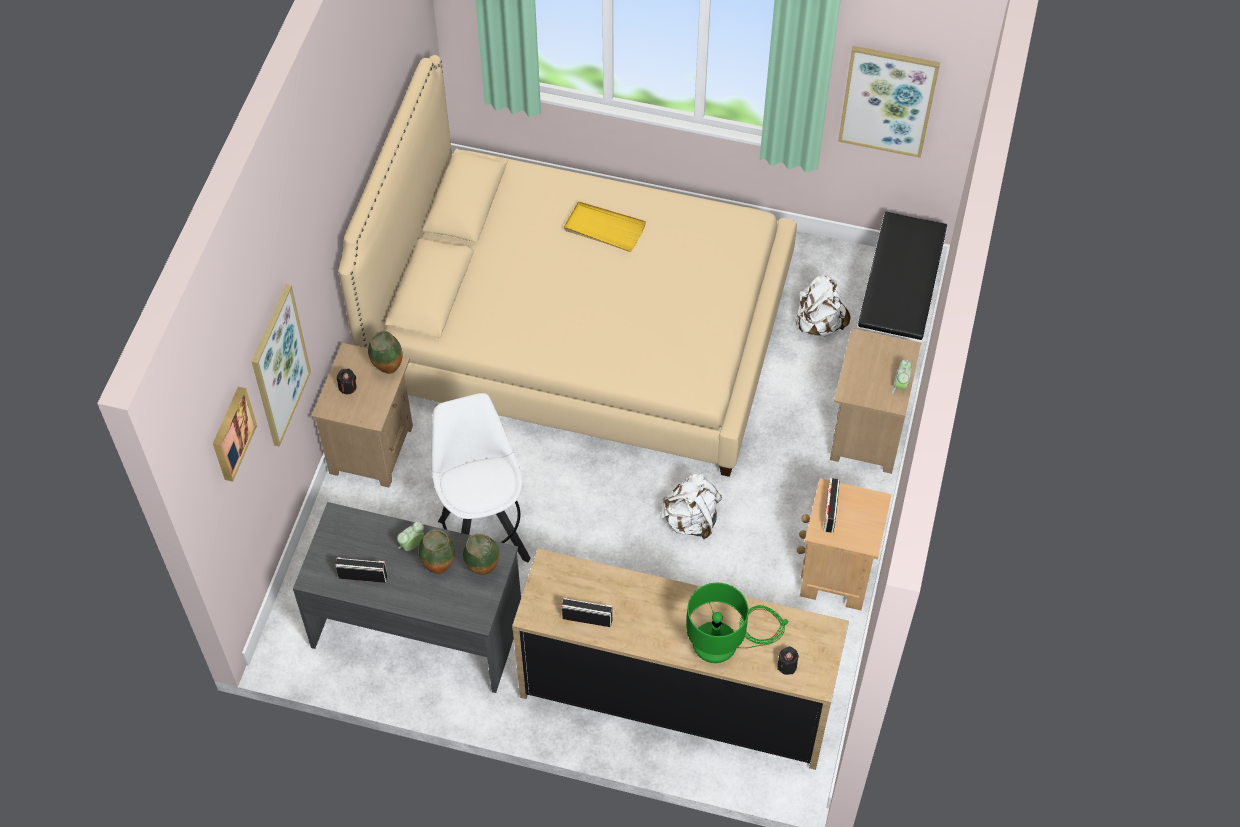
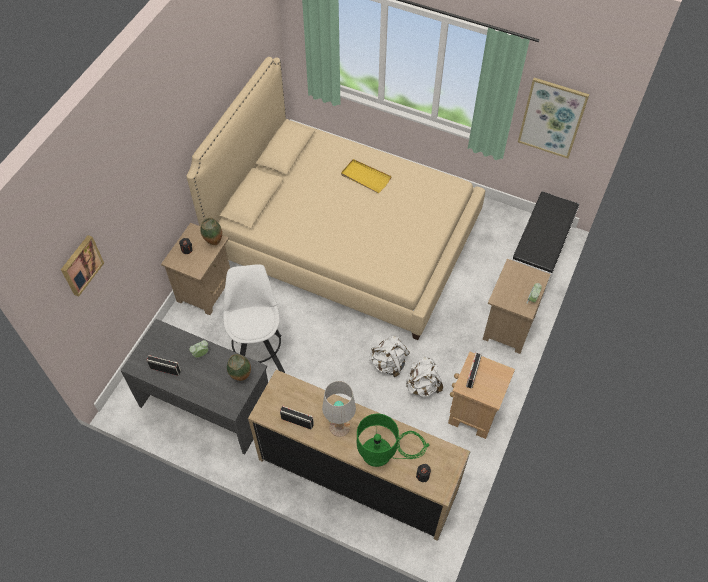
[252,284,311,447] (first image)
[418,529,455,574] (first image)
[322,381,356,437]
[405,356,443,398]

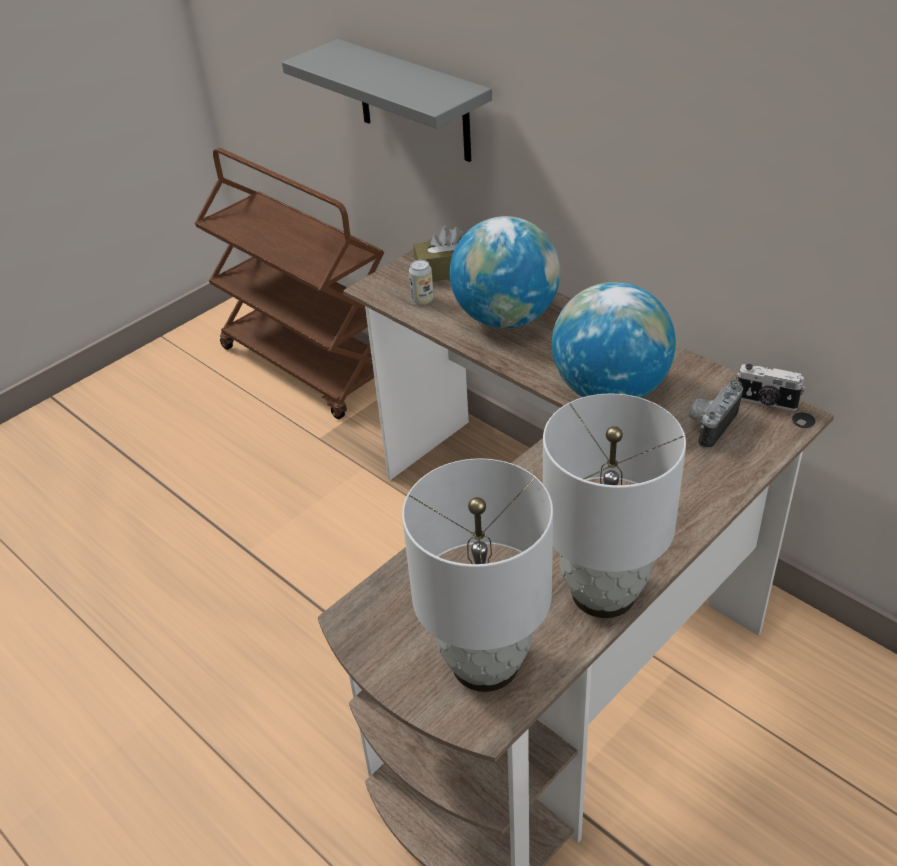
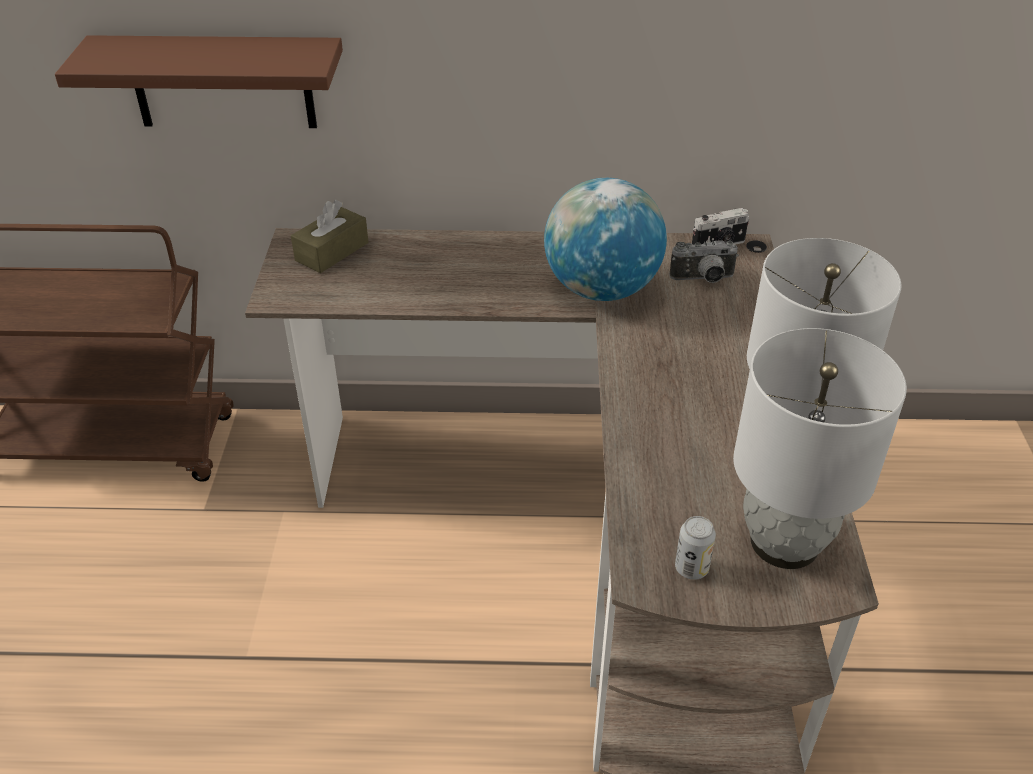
[450,216,561,328] (first image)
[675,516,716,580]
[55,35,343,128]
[669,240,739,283]

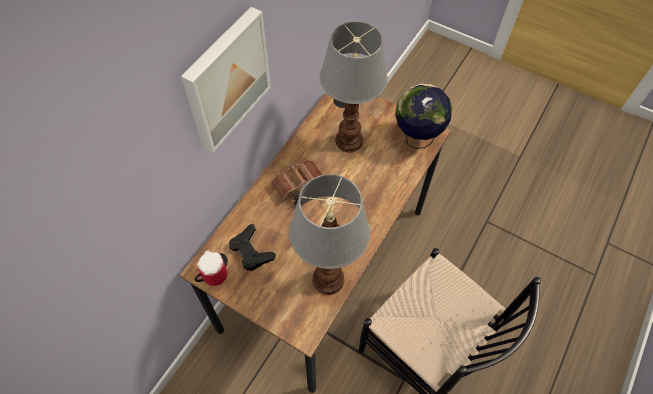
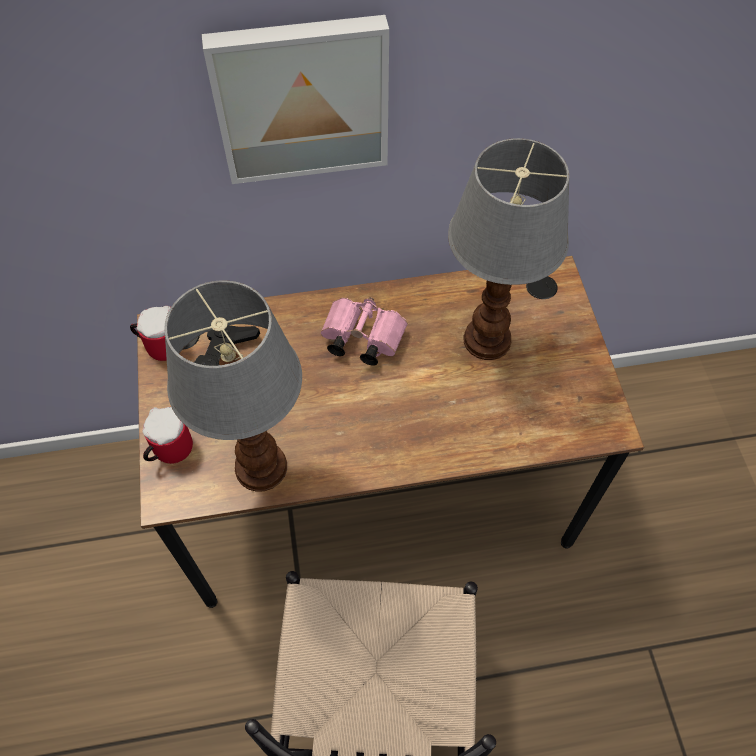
[396,84,452,149] (first image)
[142,407,193,464]
[321,297,408,366]

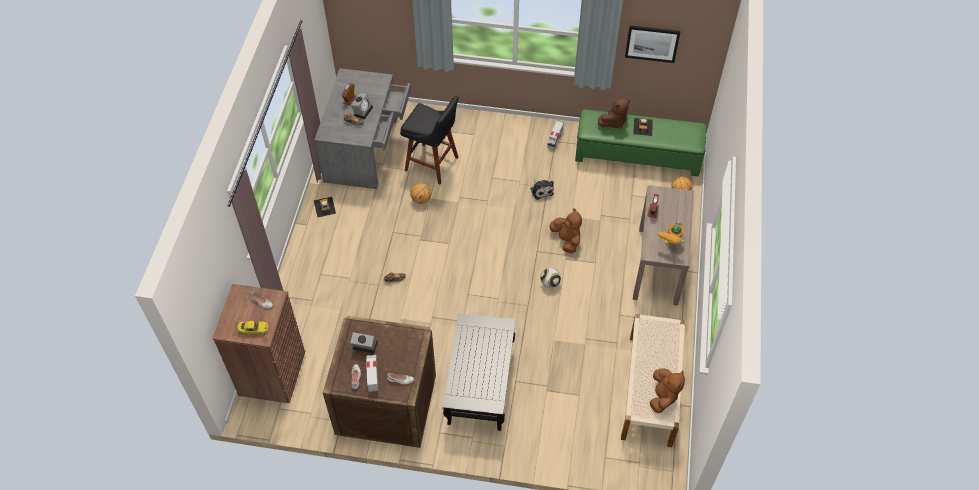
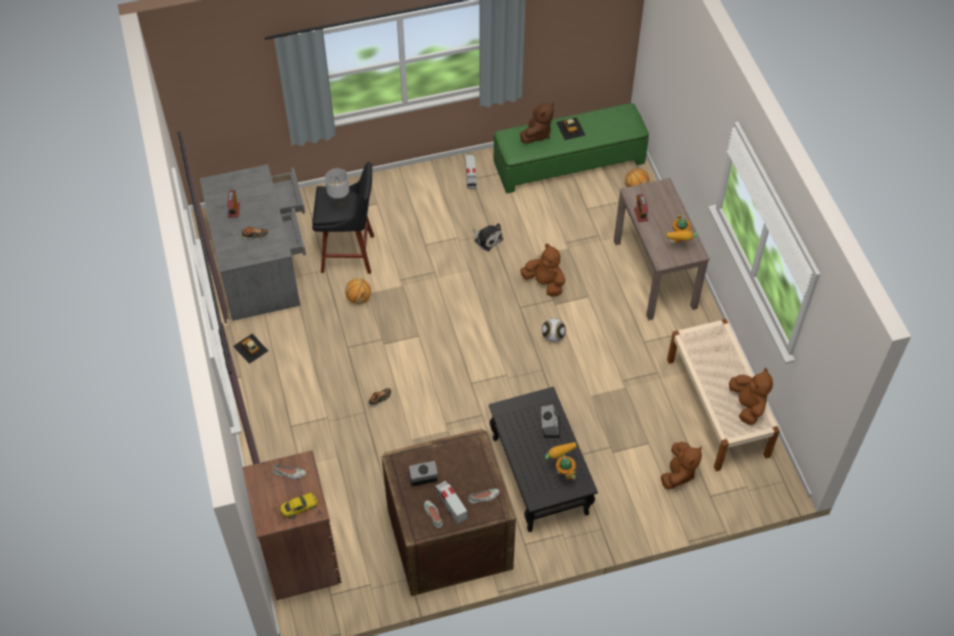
[625,25,681,63] (first image)
[325,169,349,208]
[545,442,577,480]
[661,442,702,490]
[541,405,560,438]

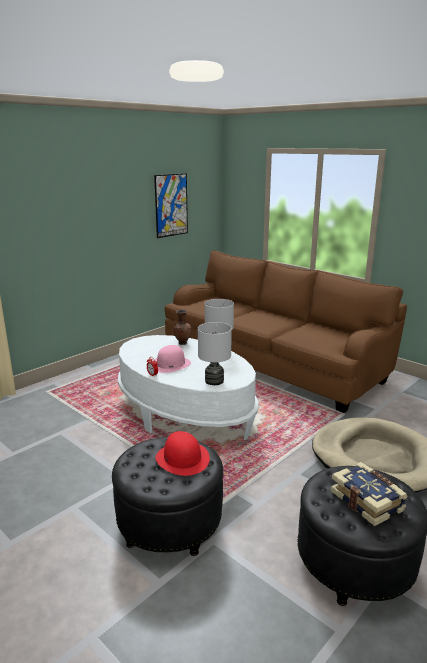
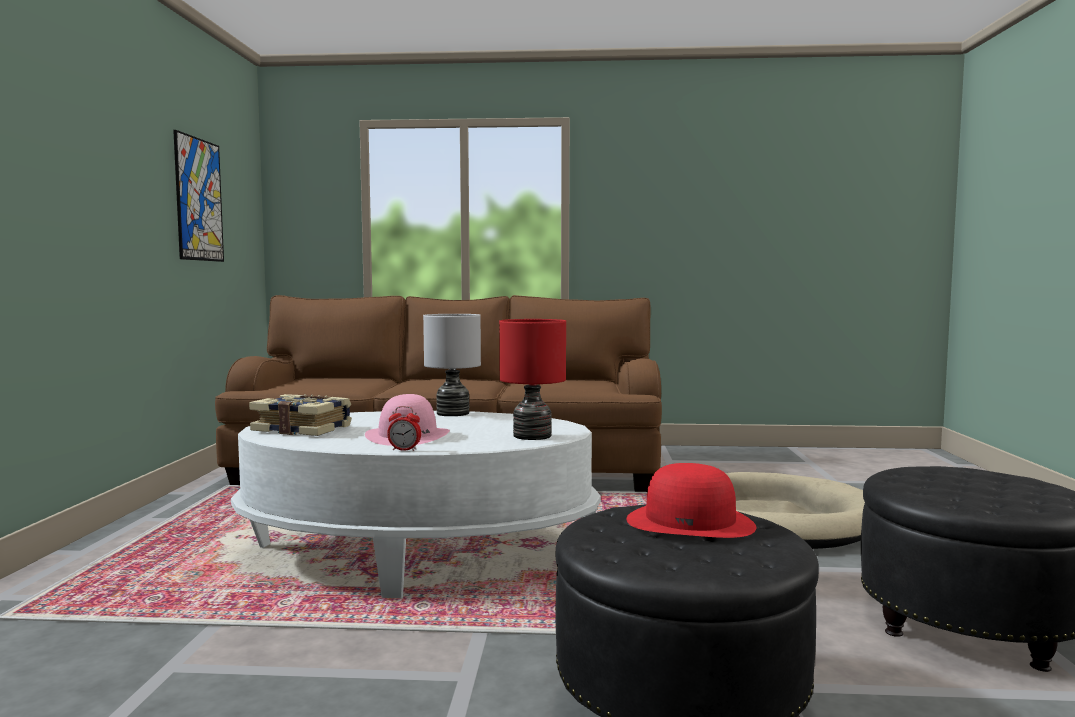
[174,310,191,345] (first image)
[249,394,352,436]
[499,319,566,440]

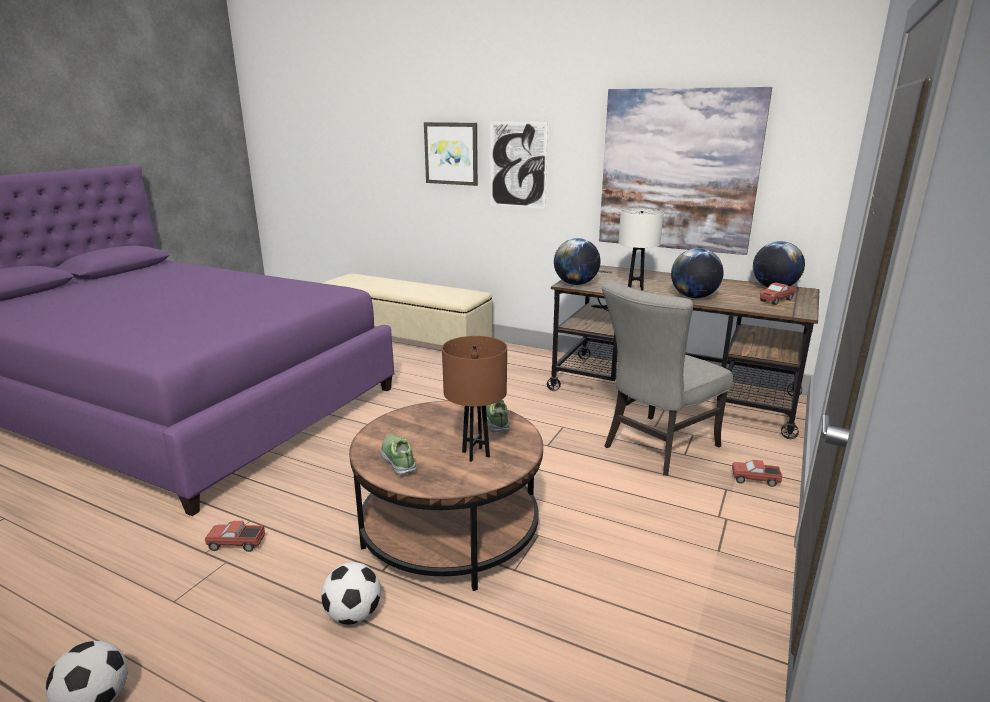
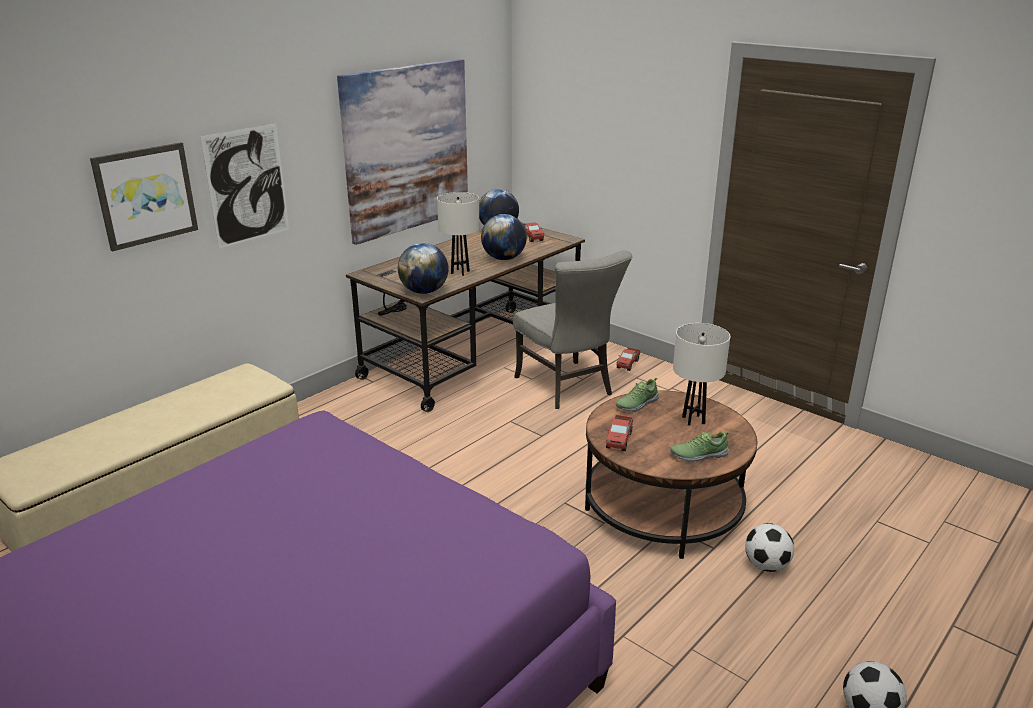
[606,415,633,451]
[673,323,730,426]
[616,378,659,412]

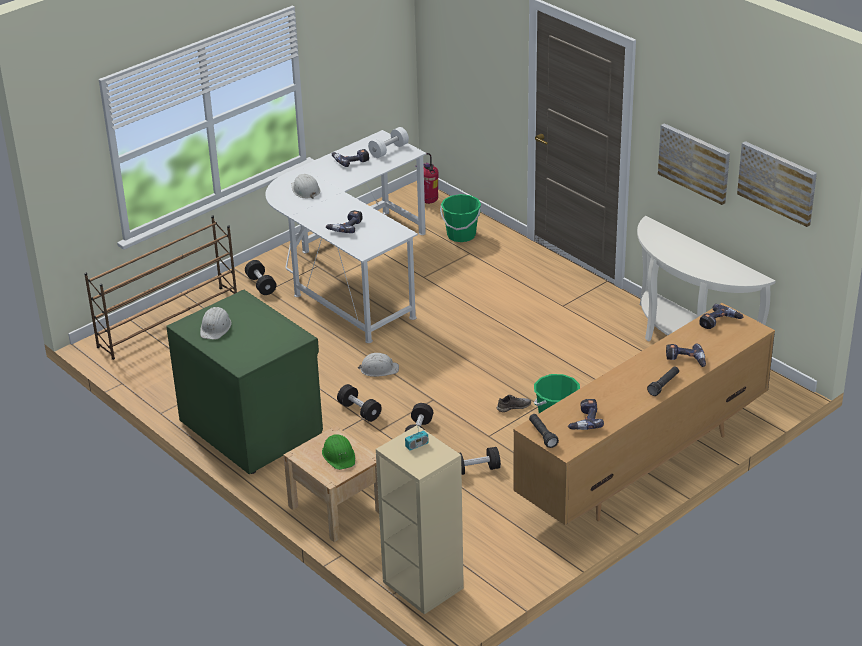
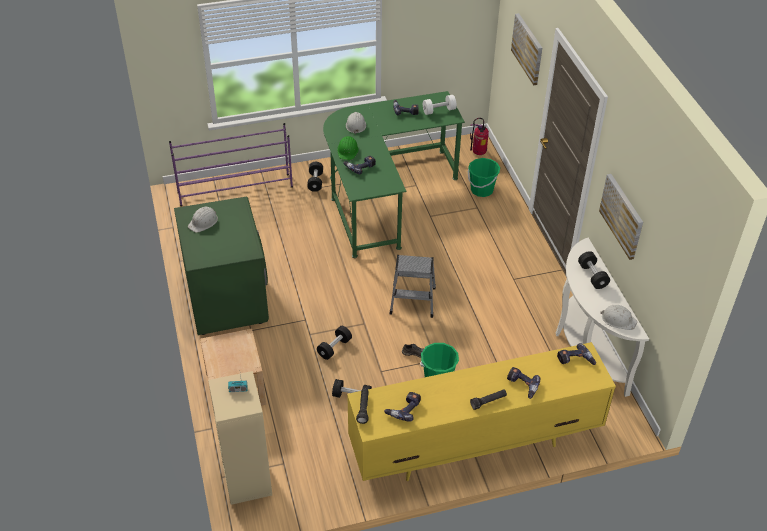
[389,255,436,318]
[338,136,359,160]
[578,251,610,289]
[600,305,637,330]
[511,13,542,86]
[169,123,293,206]
[323,91,465,258]
[347,342,616,481]

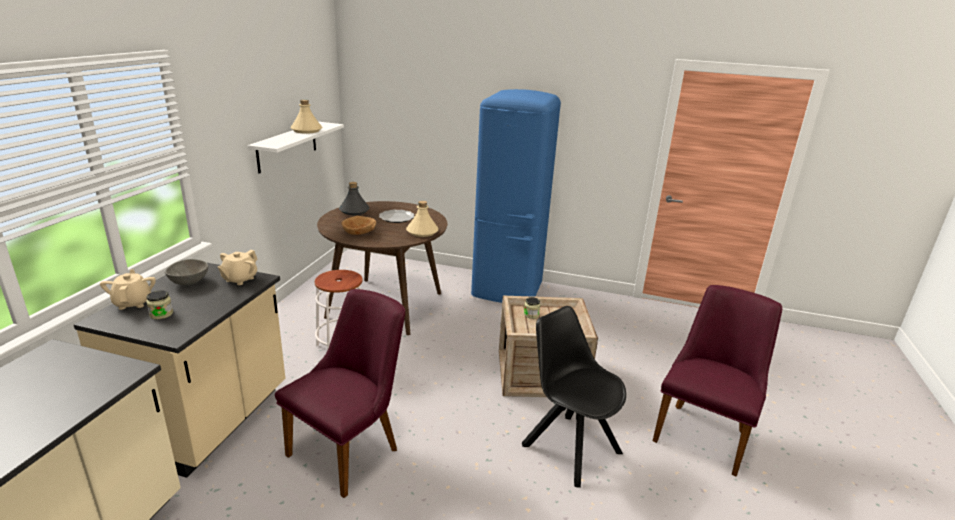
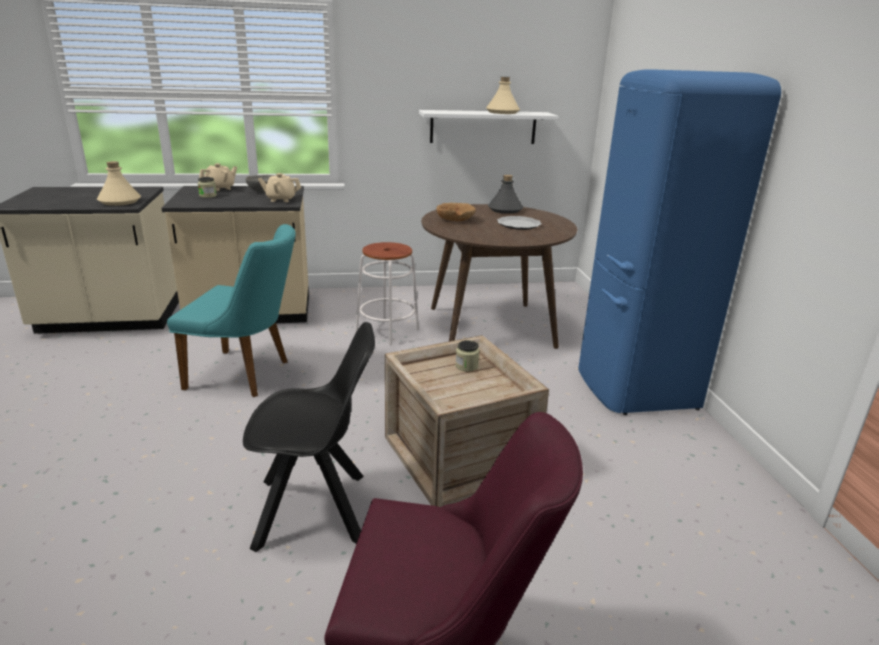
[97,161,141,206]
[167,224,296,397]
[243,322,375,552]

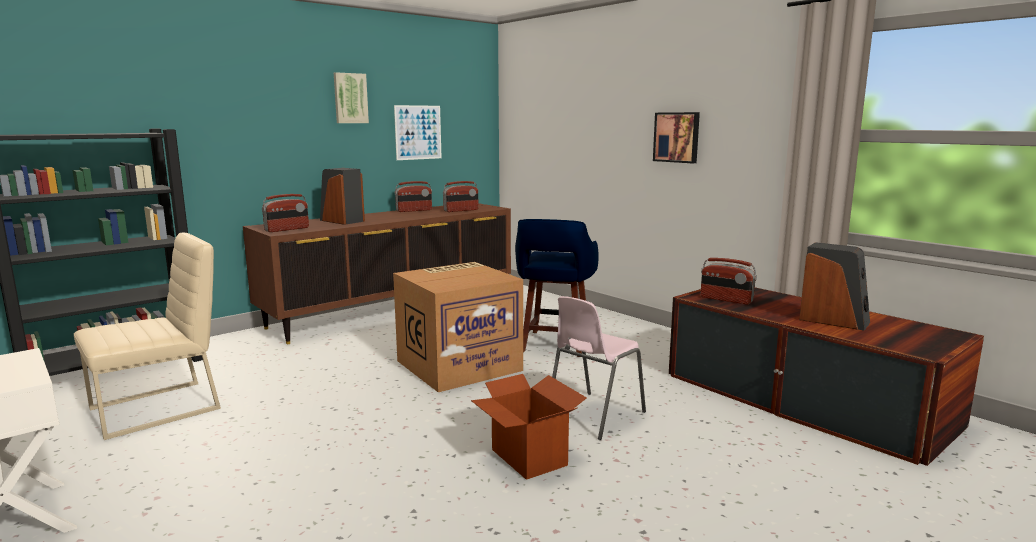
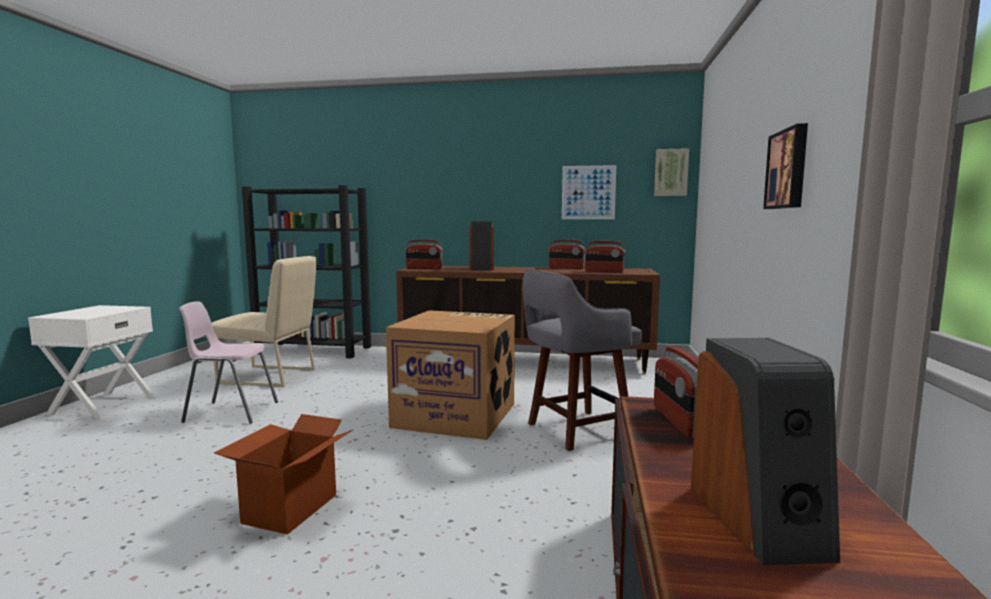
[654,148,689,196]
[180,302,278,424]
[523,269,642,451]

